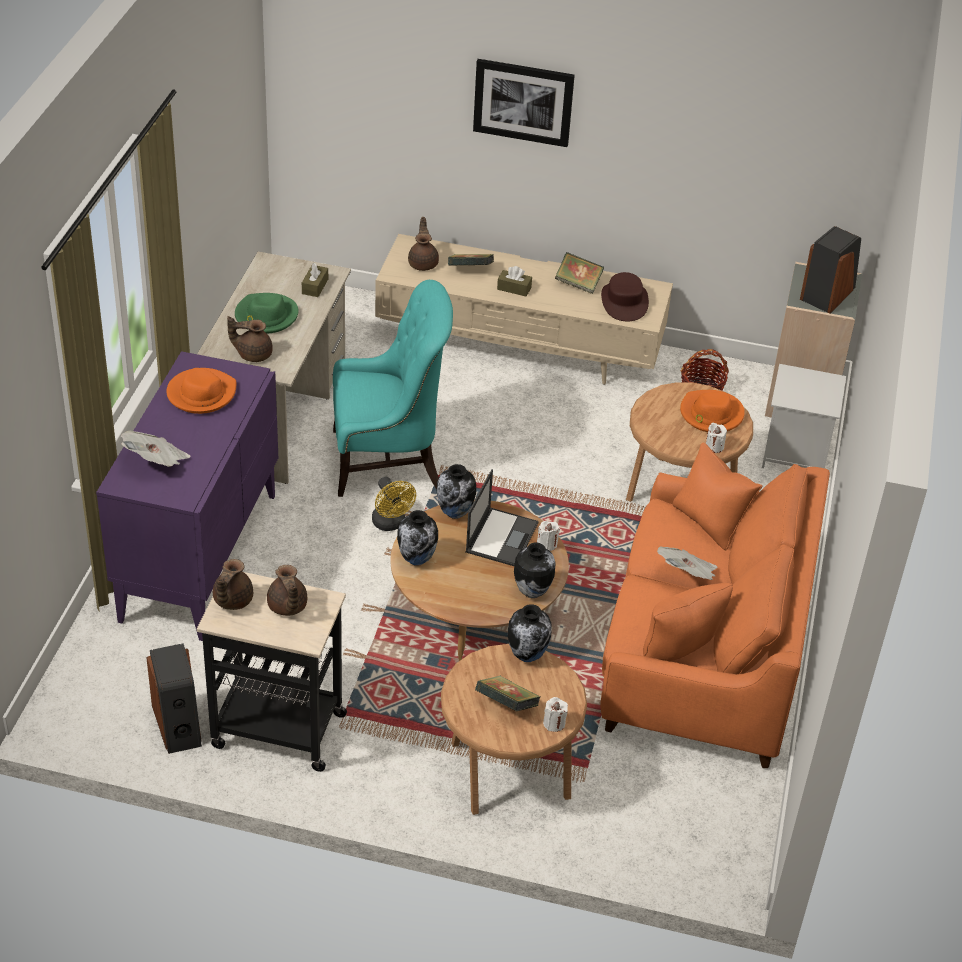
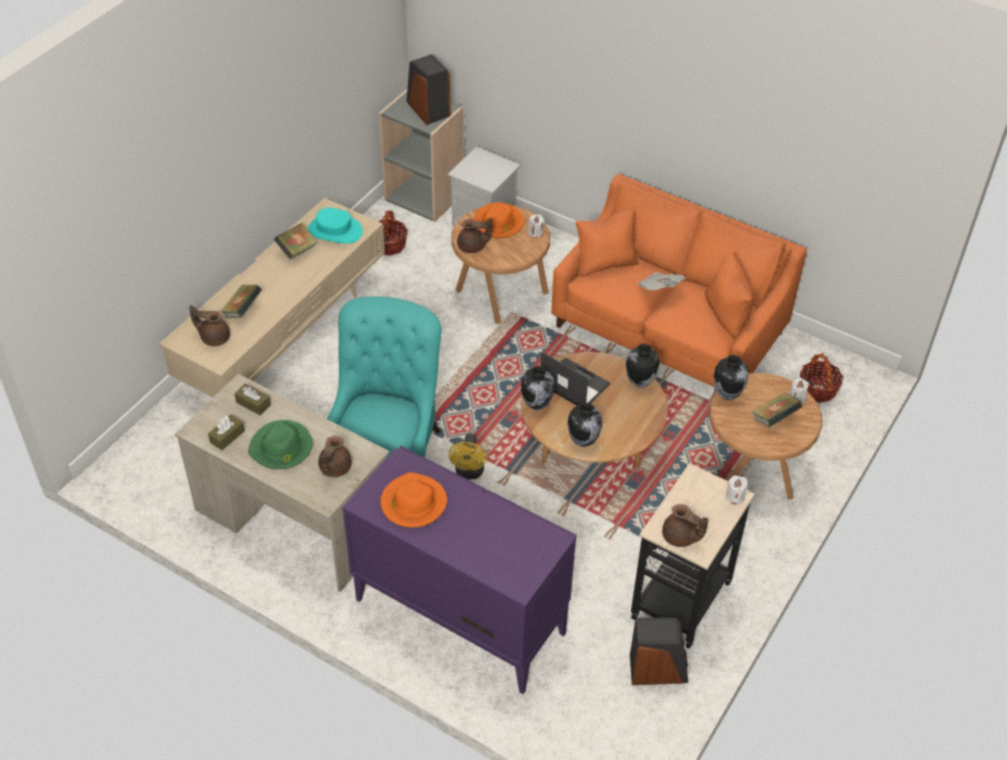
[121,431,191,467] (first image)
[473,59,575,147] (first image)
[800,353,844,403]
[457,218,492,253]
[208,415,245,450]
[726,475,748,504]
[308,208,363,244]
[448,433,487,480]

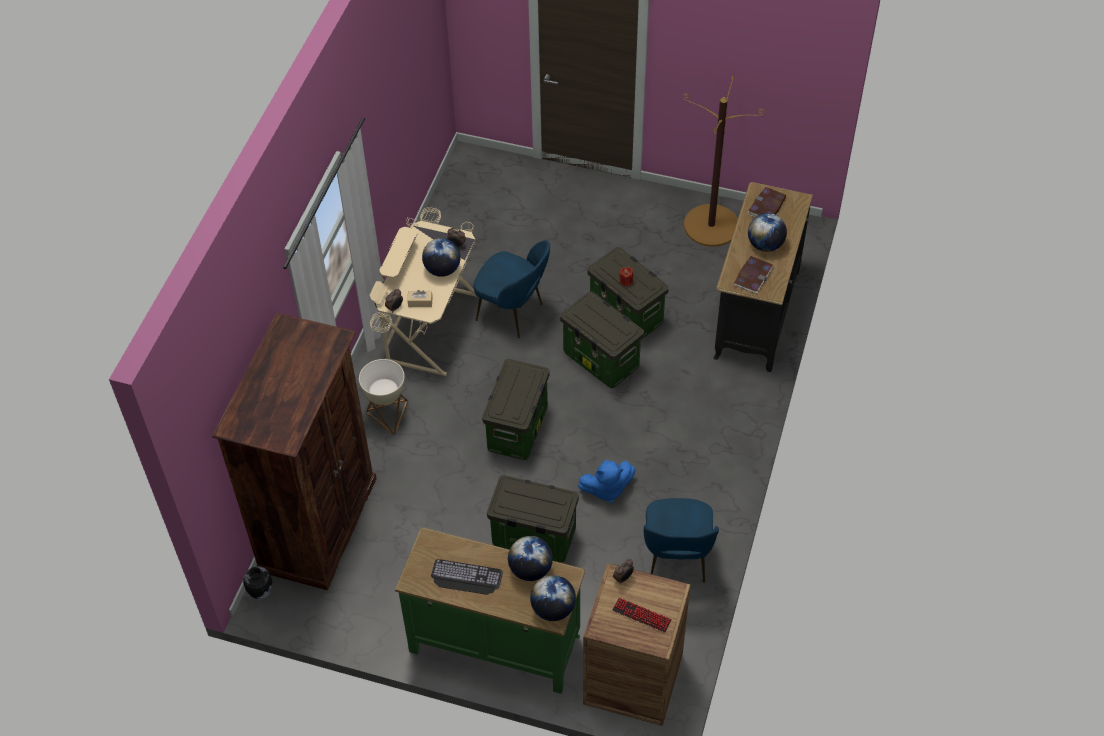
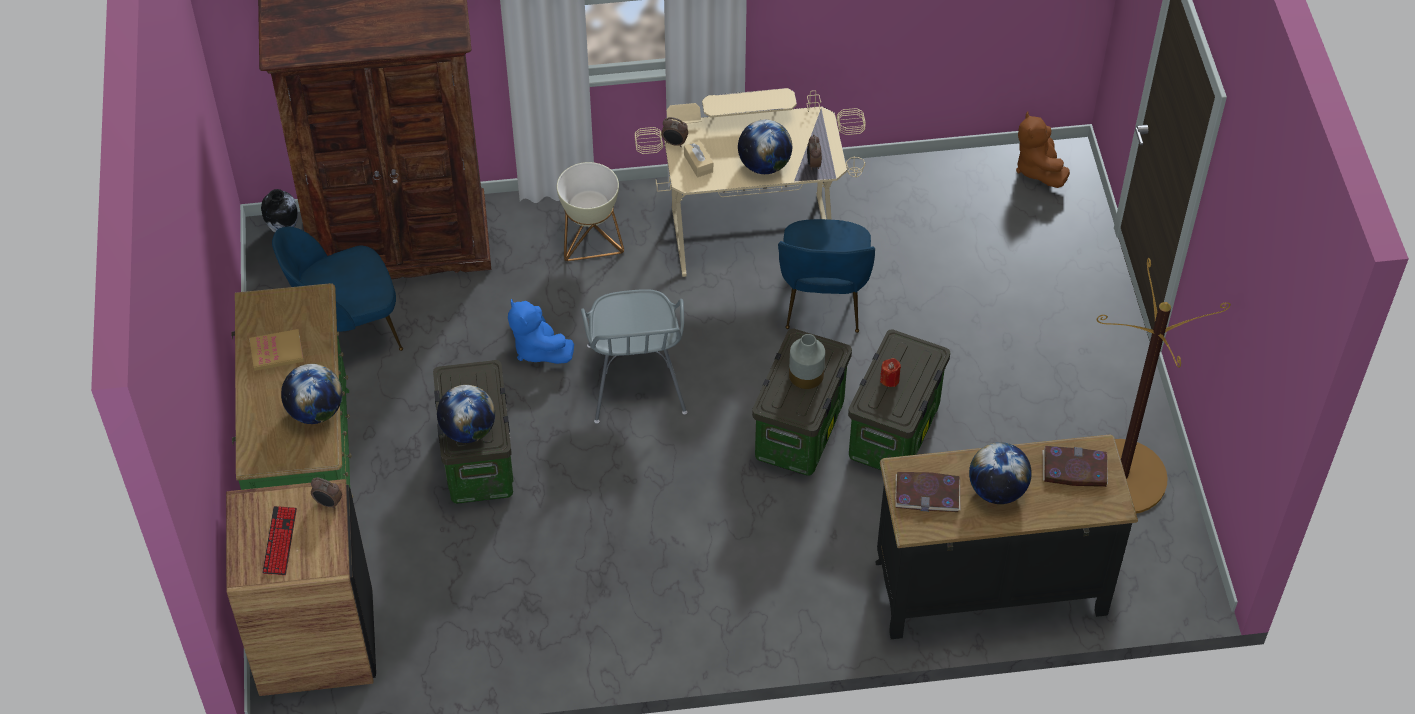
[789,334,825,389]
[1016,111,1070,188]
[437,385,495,443]
[508,299,574,364]
[272,227,403,351]
[249,329,304,371]
[581,289,688,424]

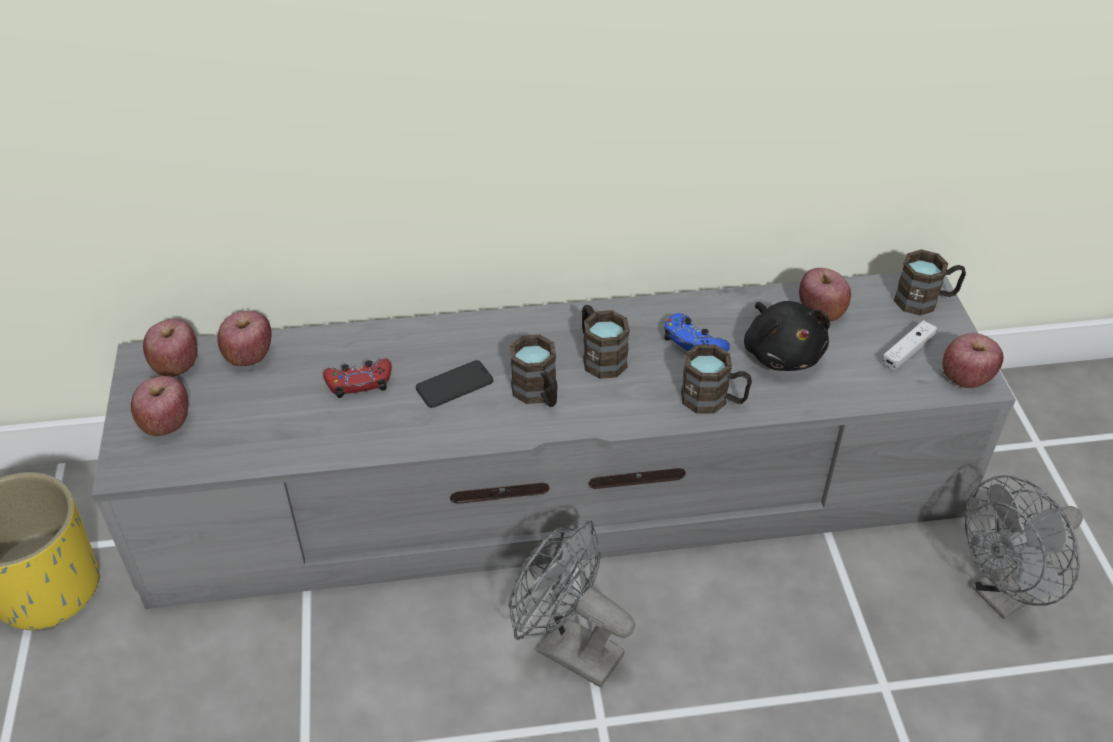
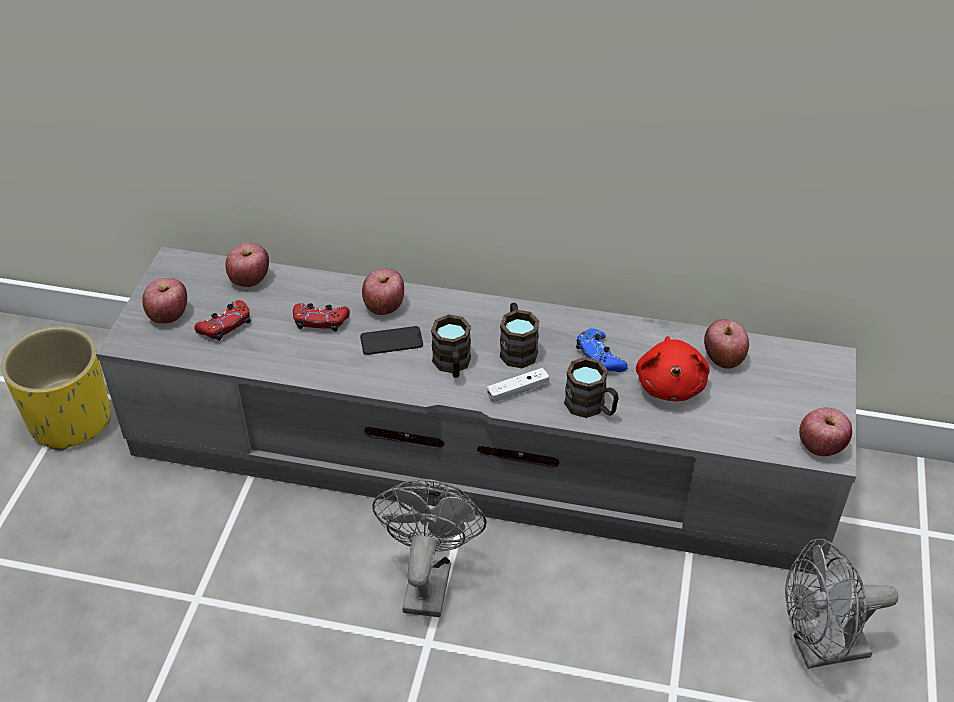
[894,249,966,315] (first image)
[194,300,251,341]
[362,269,404,315]
[487,368,549,402]
[636,336,710,401]
[372,479,487,617]

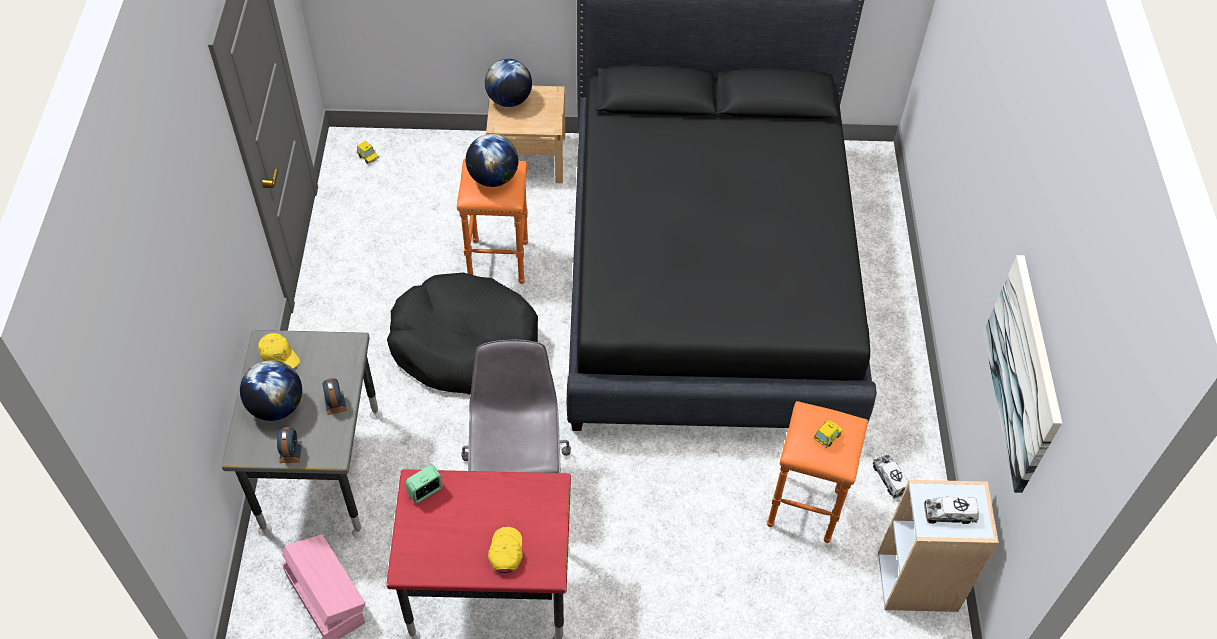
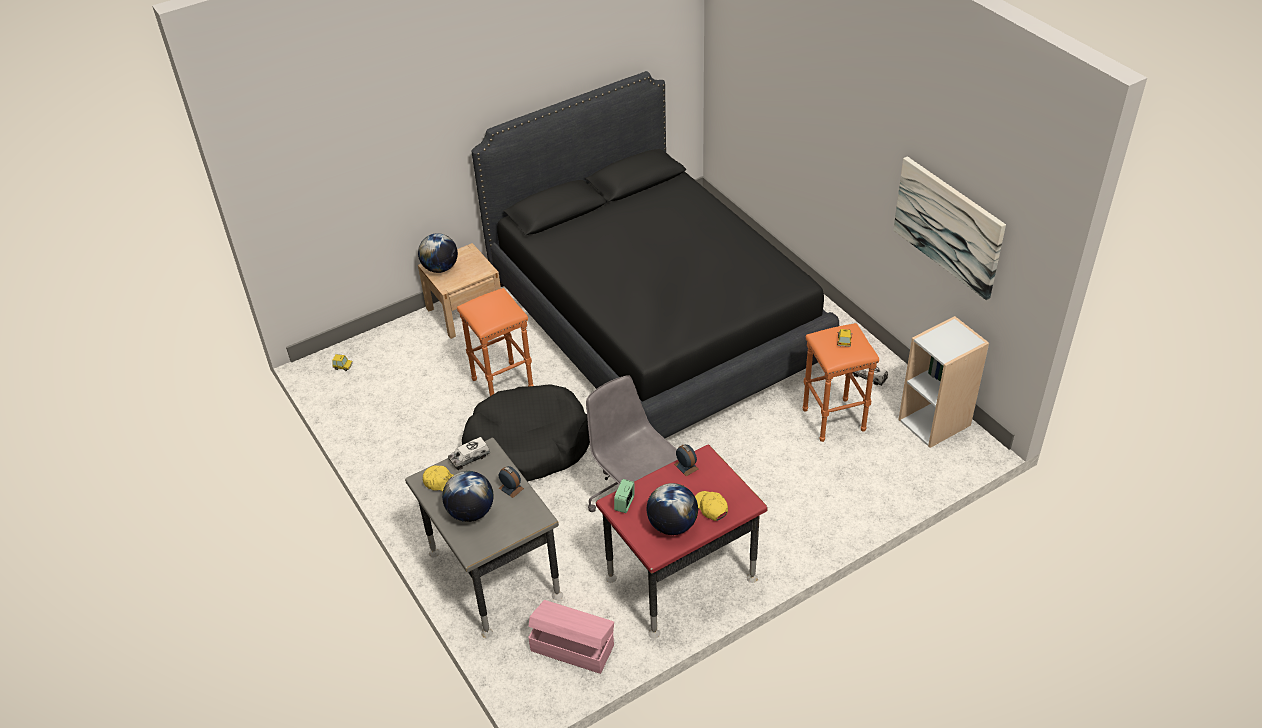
[674,445,698,476]
[647,483,698,535]
[448,437,490,470]

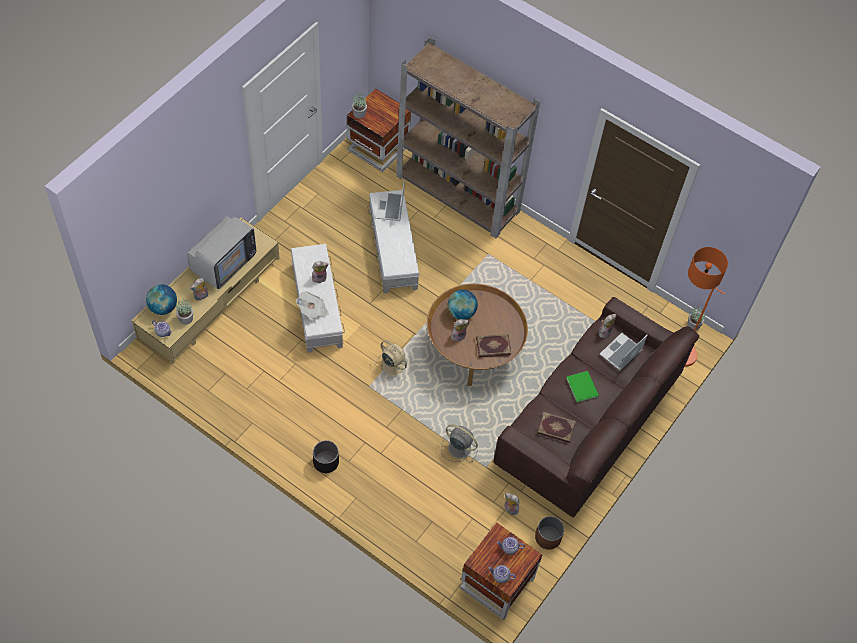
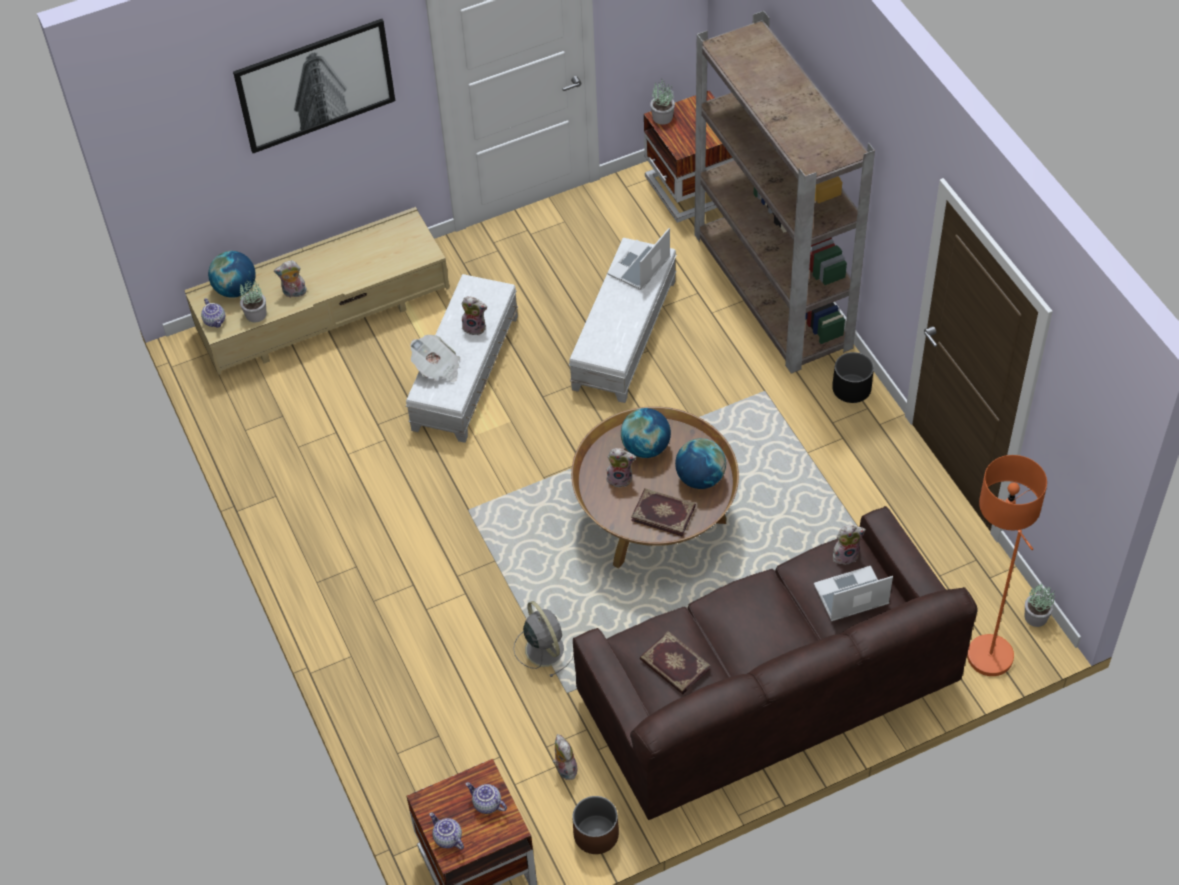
[187,216,256,289] (first image)
[374,340,410,381] (first image)
[566,371,599,403] (first image)
[233,19,395,153]
[675,438,726,489]
[832,352,874,403]

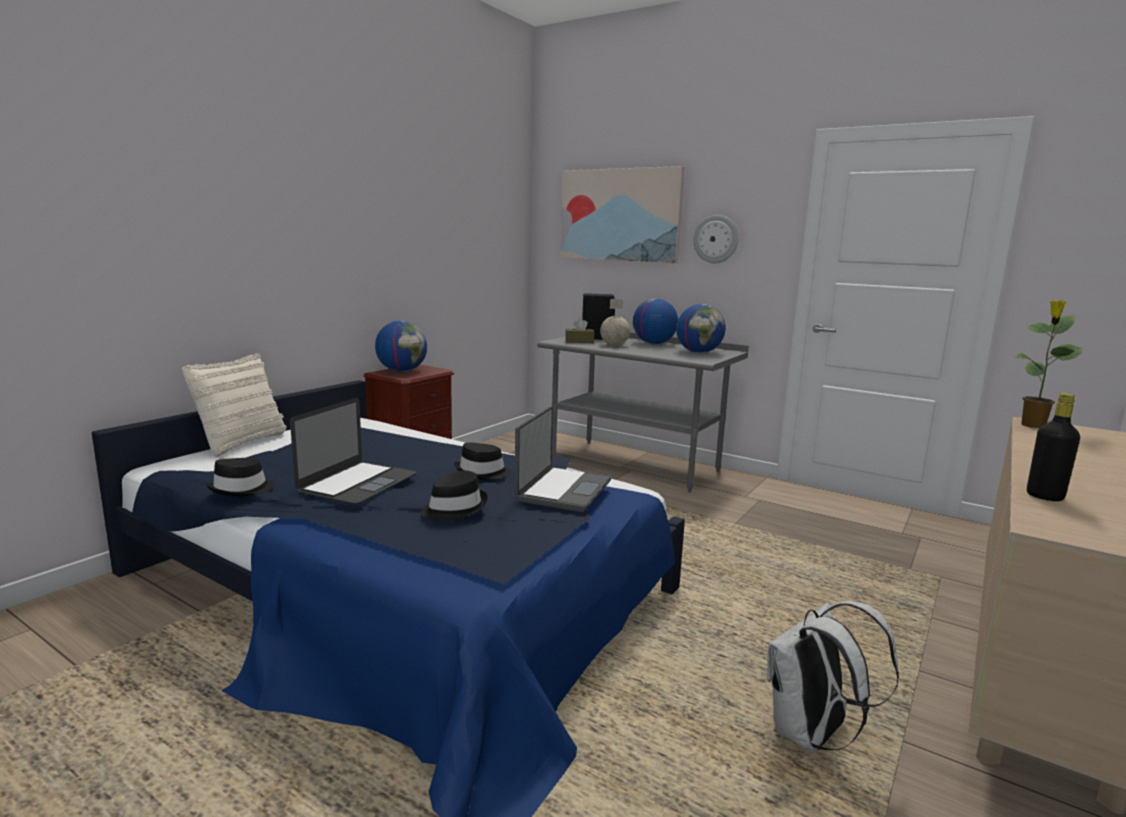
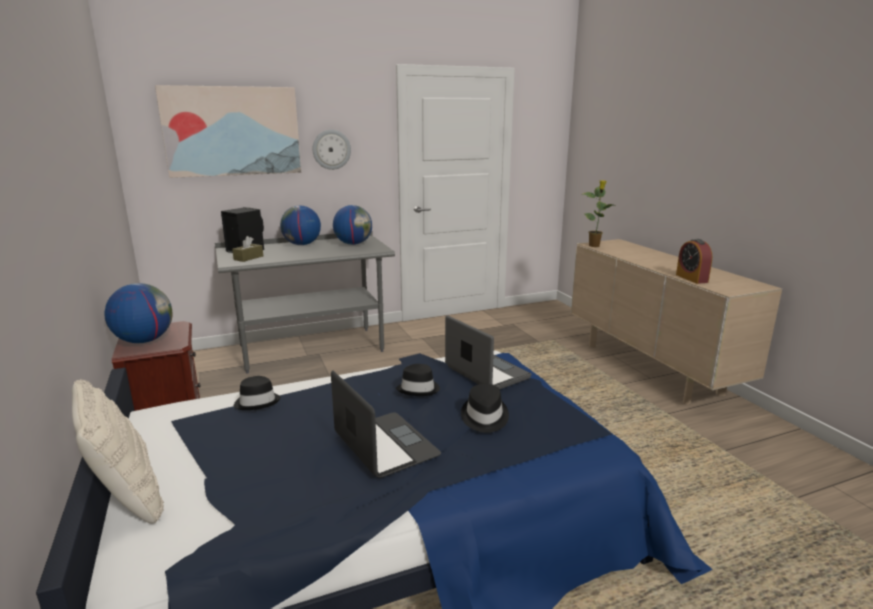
[600,299,630,346] (first image)
[767,601,899,753] (first image)
[234,376,281,410]
[676,239,712,284]

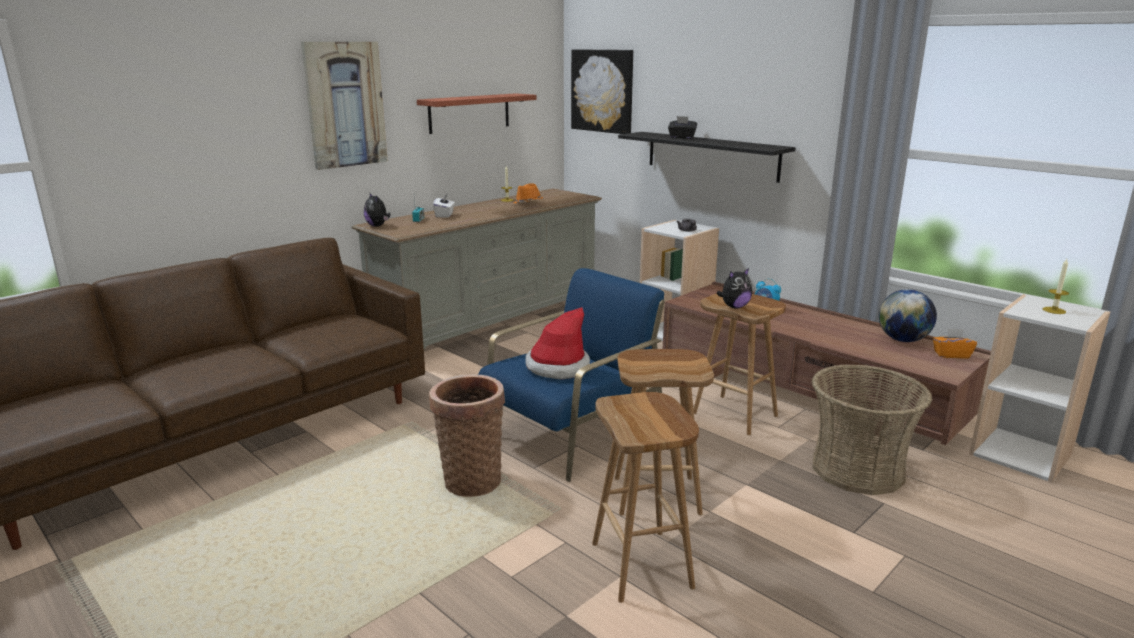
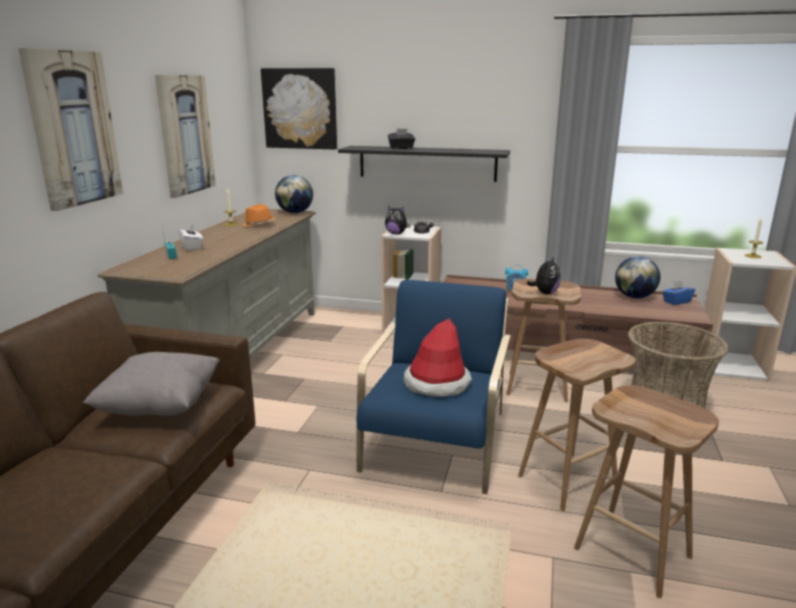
[429,374,505,497] (first image)
[83,352,220,416]
[275,175,313,213]
[385,206,411,235]
[155,75,216,198]
[662,281,695,305]

